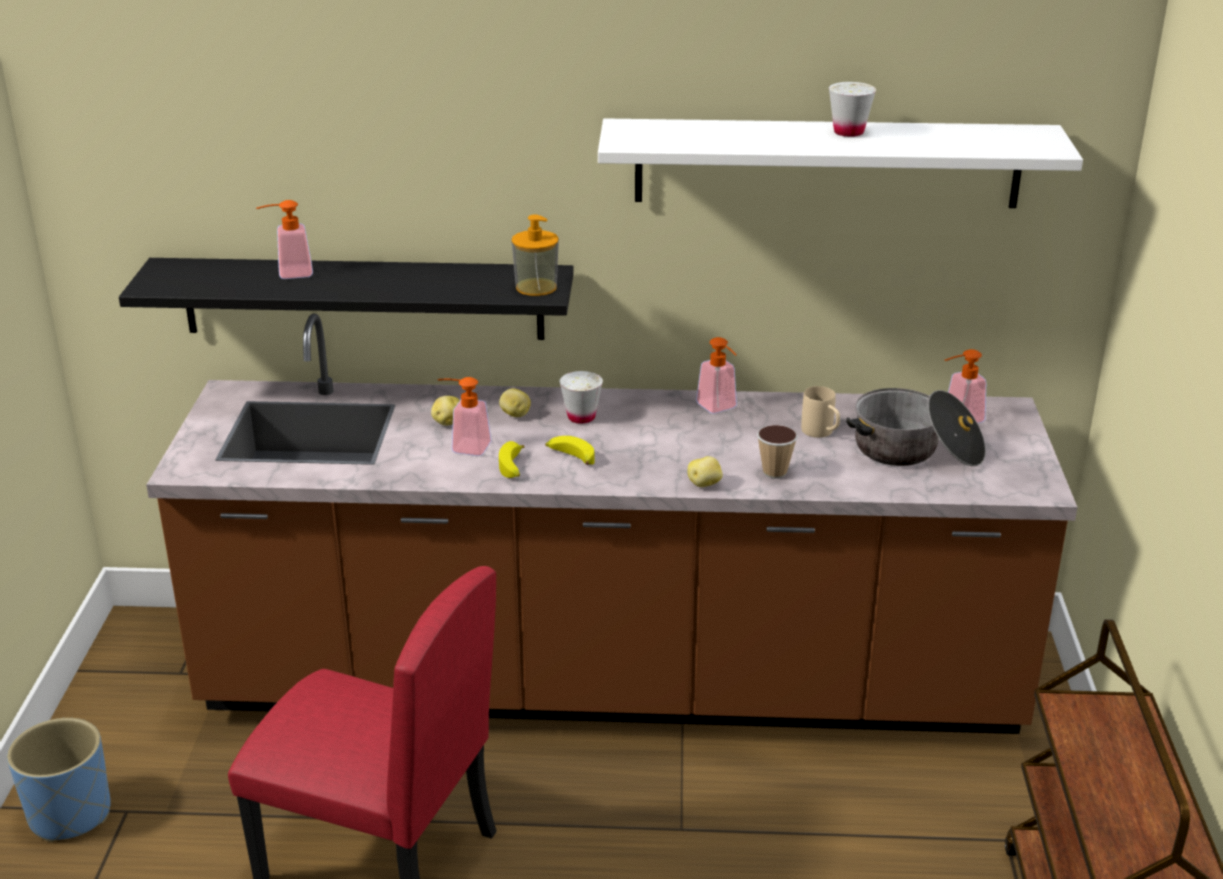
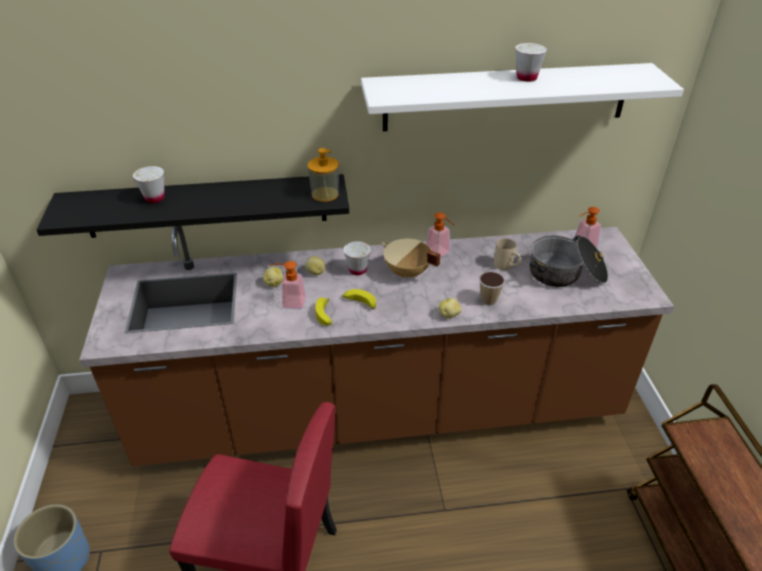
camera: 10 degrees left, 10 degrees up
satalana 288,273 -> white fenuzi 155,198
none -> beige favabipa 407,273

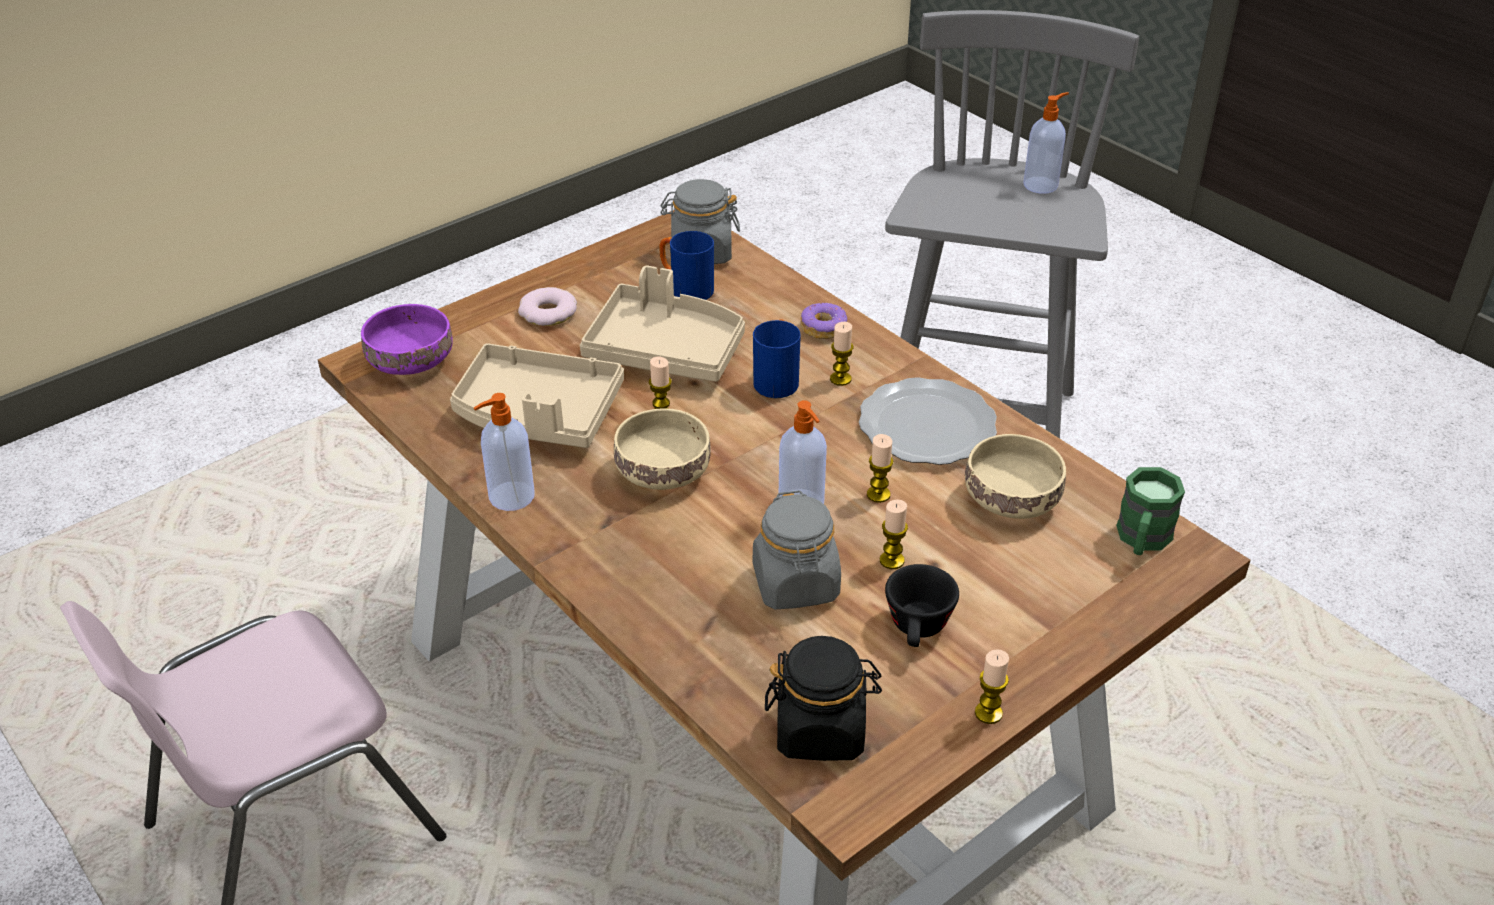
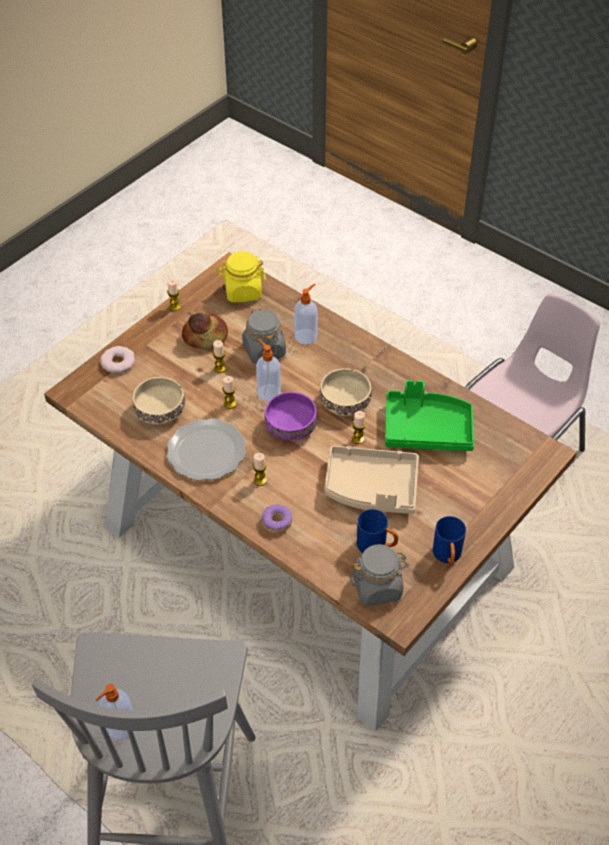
camera: 170 degrees right, 10 degrees up
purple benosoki 411,359 -> purple benosoki 291,427, shifted
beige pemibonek 538,414 -> green pemibonek 427,429
satalana 510,497 -> satalana 306,336, shifted
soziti 548,313 -> soziti 118,362, shifted
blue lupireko 777,379 -> blue lupireko 447,557, shifted
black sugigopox 821,730 -> yellow sugigopox 243,291
black fenuzi 918,630 -> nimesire 205,337
green lupireko 1142,540 -> none

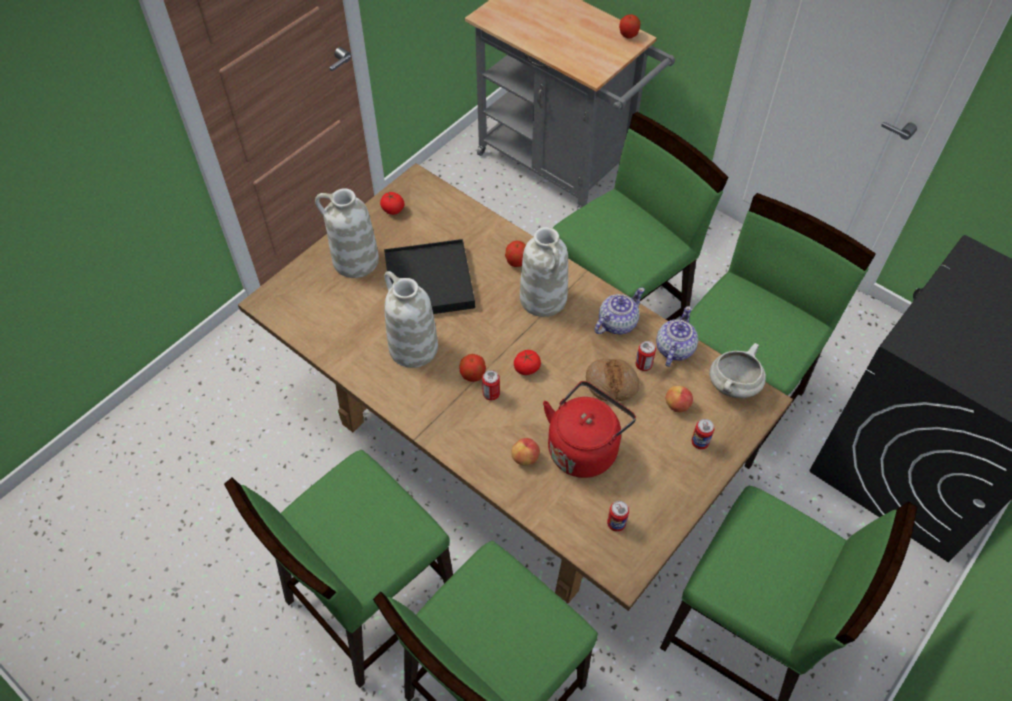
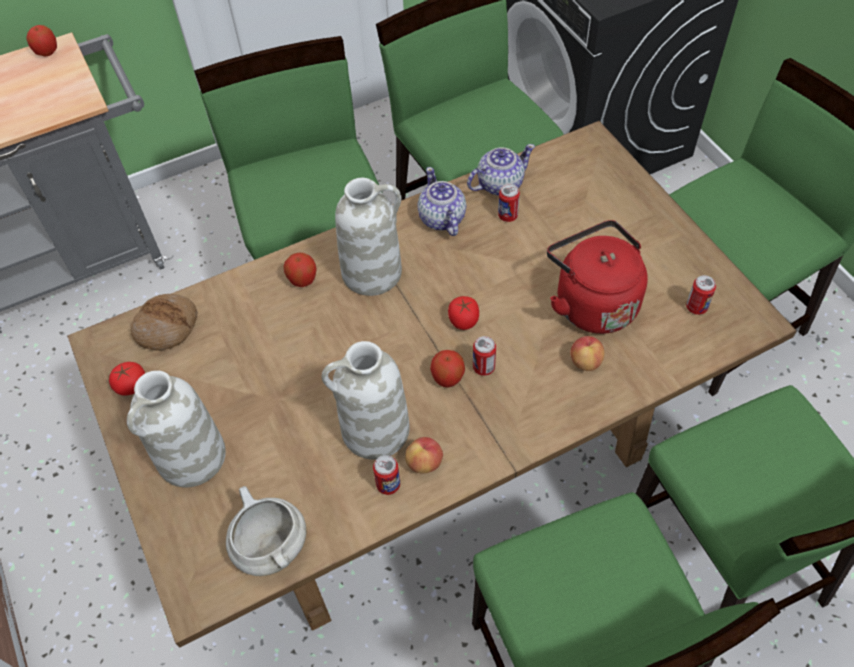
camera: 65 degrees left, 0 degrees up
black pemibonek 429,282 -> none
nimesire 611,383 -> nimesire 167,327, shifted
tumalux 674,349 -> tumalux 499,184, 105 degrees clockwise
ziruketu 677,405 -> ziruketu 424,463, shifted
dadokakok 700,442 -> dadokakok 388,485, shifted
white favabipa 733,385 -> white favabipa 269,546, shifted

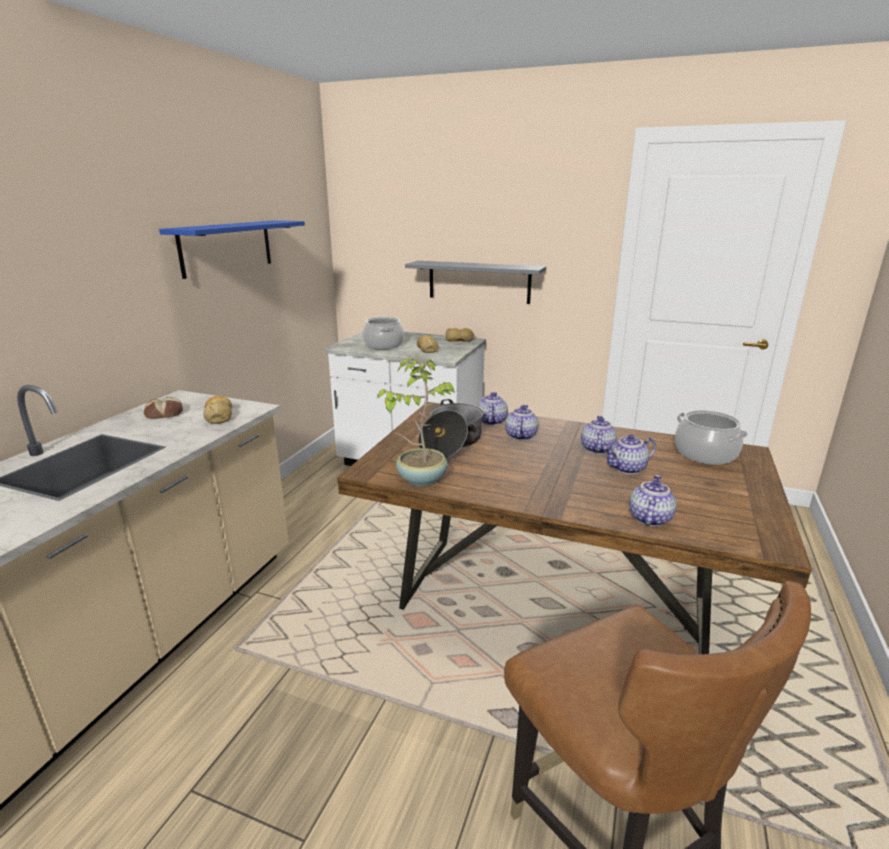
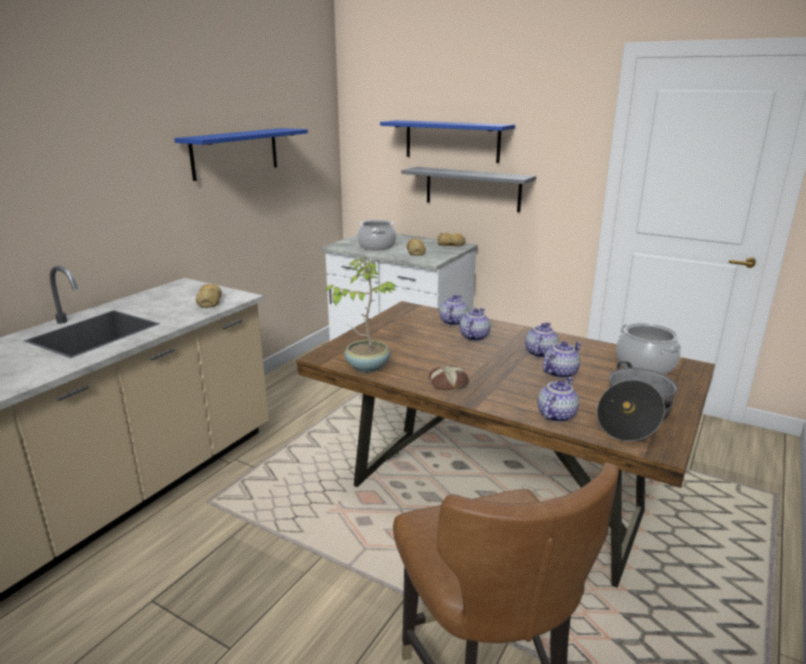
camera: 10 degrees right, 0 degrees up
nimesire 164,413 -> nimesire 448,382, shifted
favabipa 451,443 -> favabipa 633,418, shifted
tumalux 627,469 -> tumalux 560,373, 150 degrees clockwise
none -> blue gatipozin 452,141

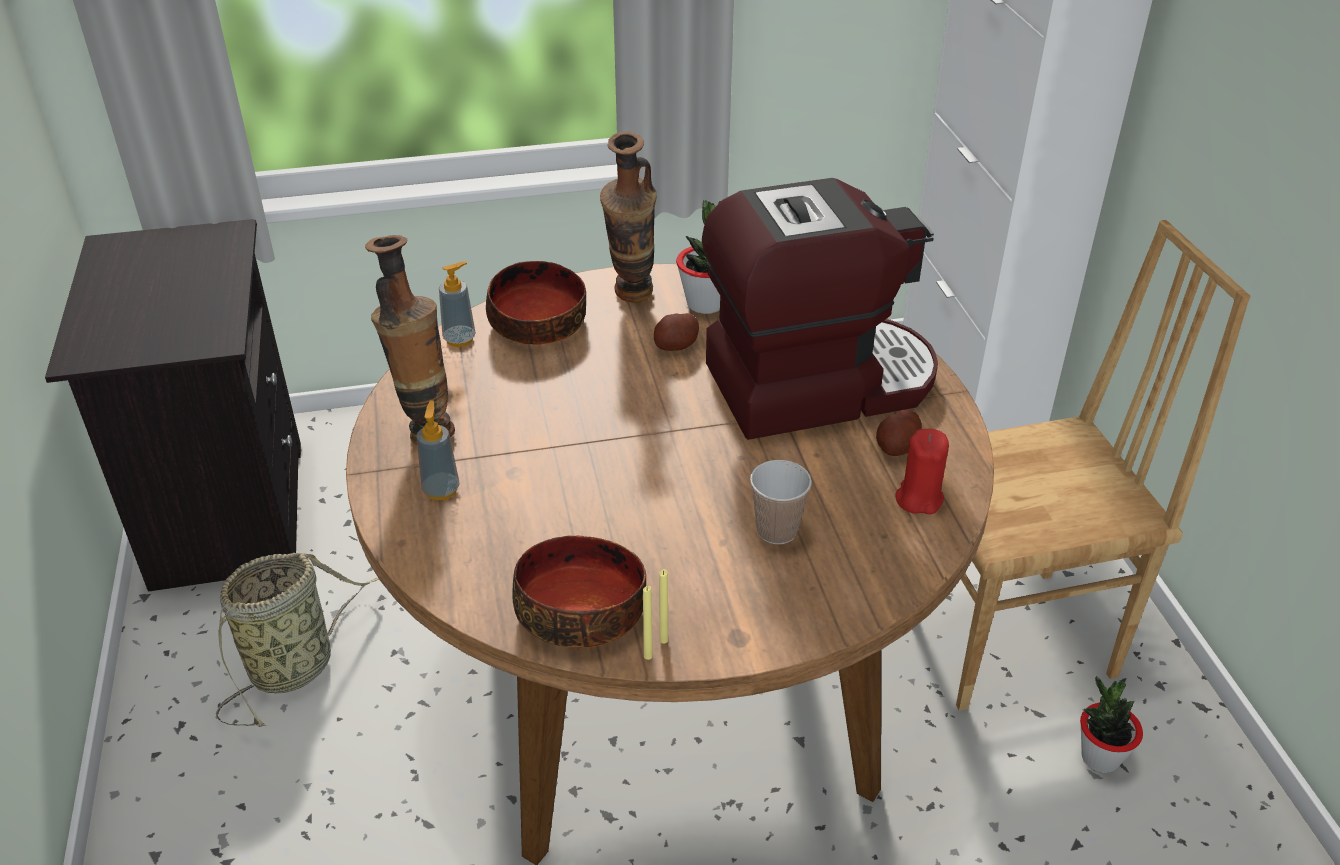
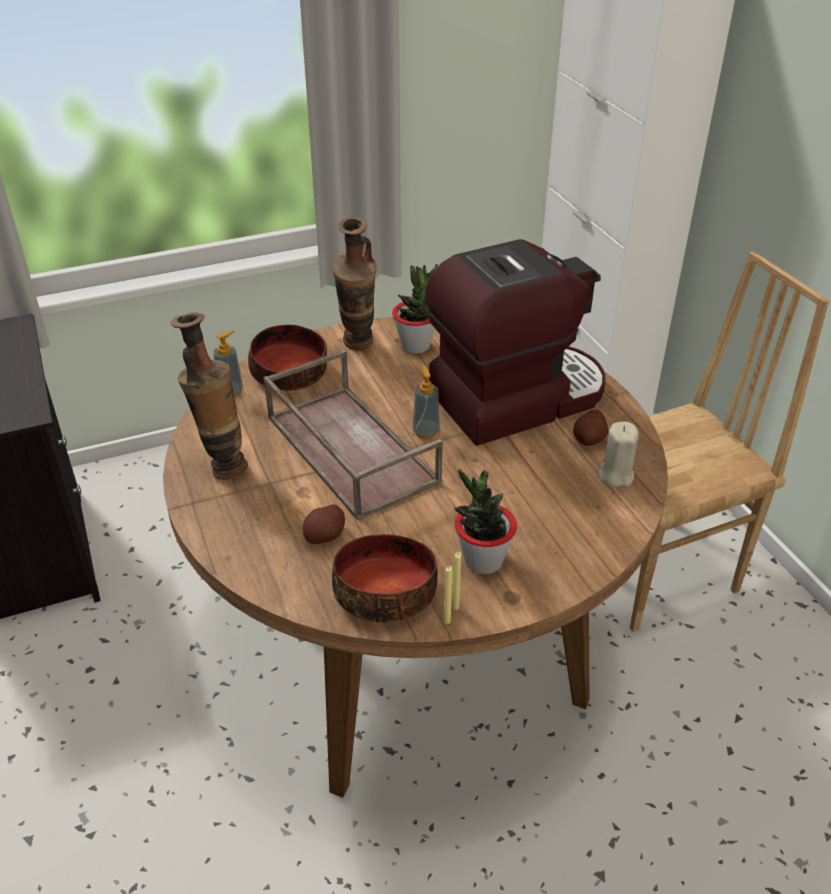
camera: 10 degrees left, 0 degrees up
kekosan 296,665 -> none
satalana 441,490 -> satalana 426,432, shifted
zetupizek 676,346 -> zetupizek 325,536, shifted
fenuzi 777,531 -> none
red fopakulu 918,498 -> beige fopakulu 615,475
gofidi 1099,758 -> gofidi 482,561, shifted
none -> brown pemibonek 348,449

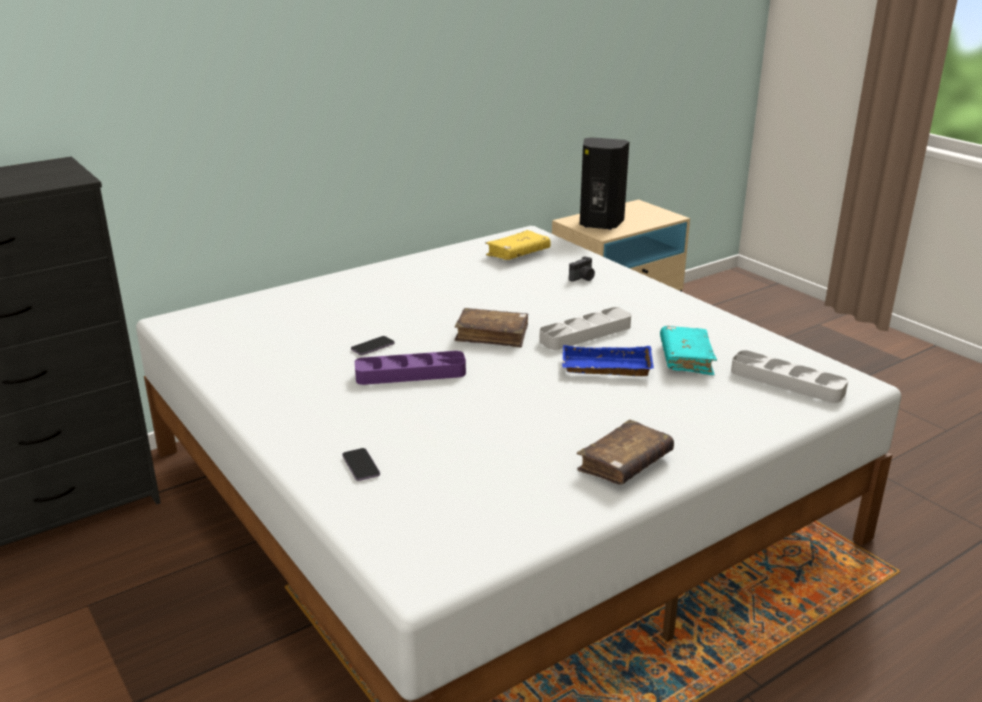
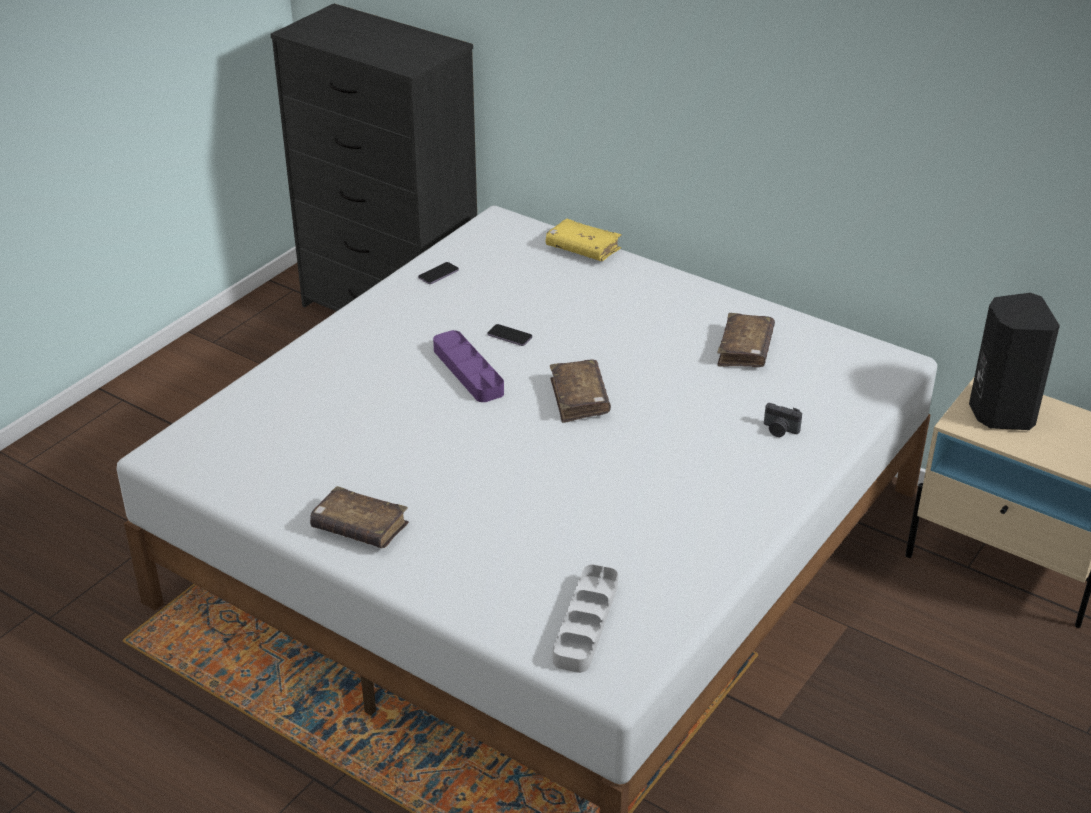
camera: 70 degrees right, 10 degrees up
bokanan 361,466 -> bokanan 438,274, shifted
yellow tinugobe 518,254 -> yellow tinugobe 583,249, shifted
grey pemibonek 585,334 -> none
blue pemibonek 605,368 -> none
turquoise tinugobe 686,359 -> none
none -> brown tinugobe 745,349

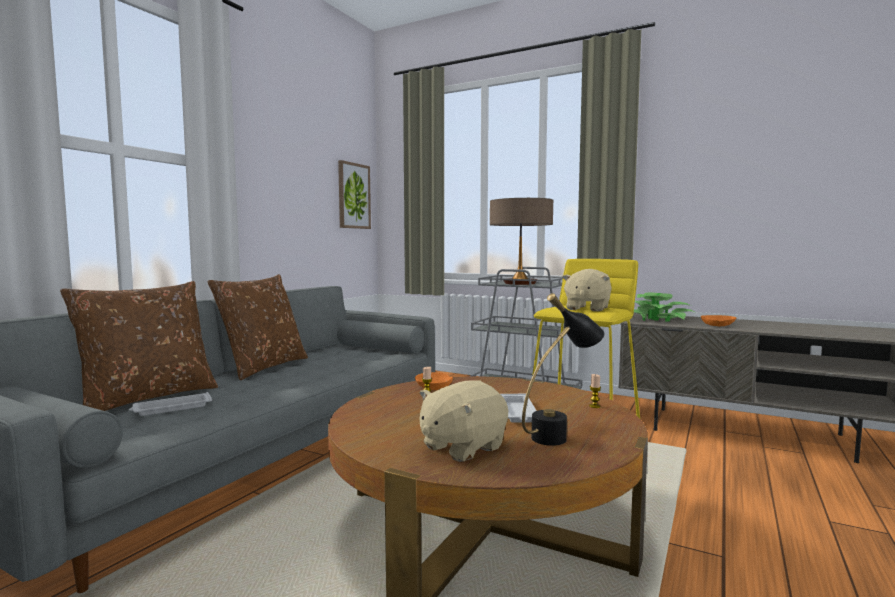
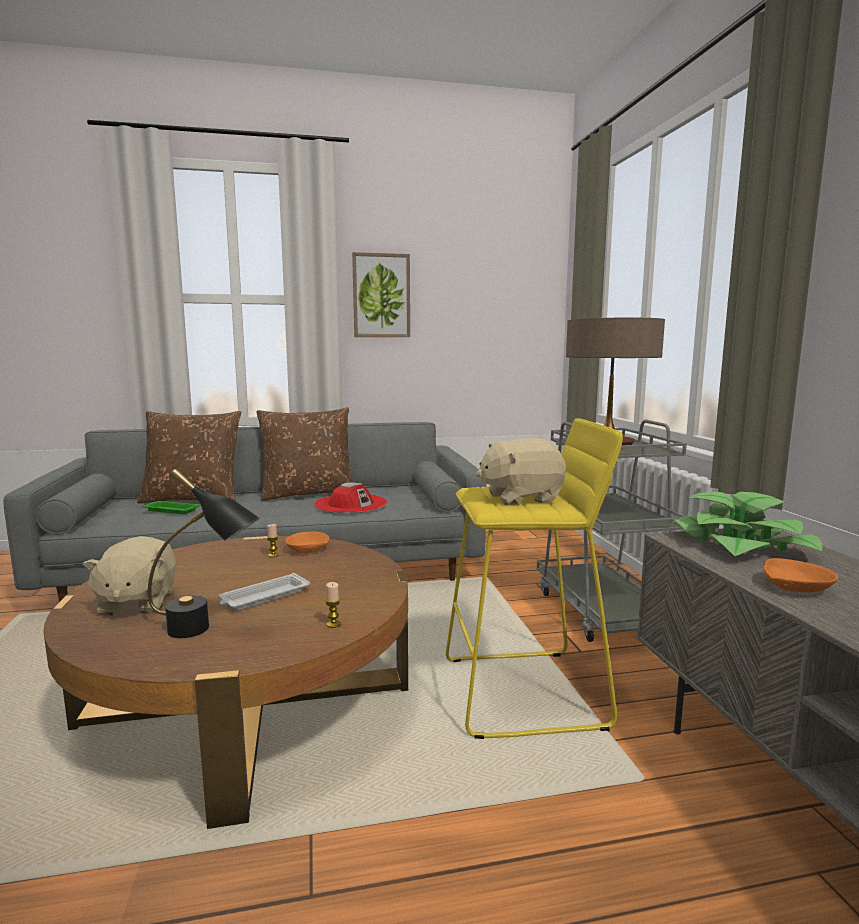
camera: 50 degrees right, 5 degrees up
white pemibonek 171,408 -> green pemibonek 171,510
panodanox 353,196 -> panodanox 381,296, shifted
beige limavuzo 462,447 -> beige limavuzo 137,603, 105 degrees counterclockwise
none -> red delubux 350,504

